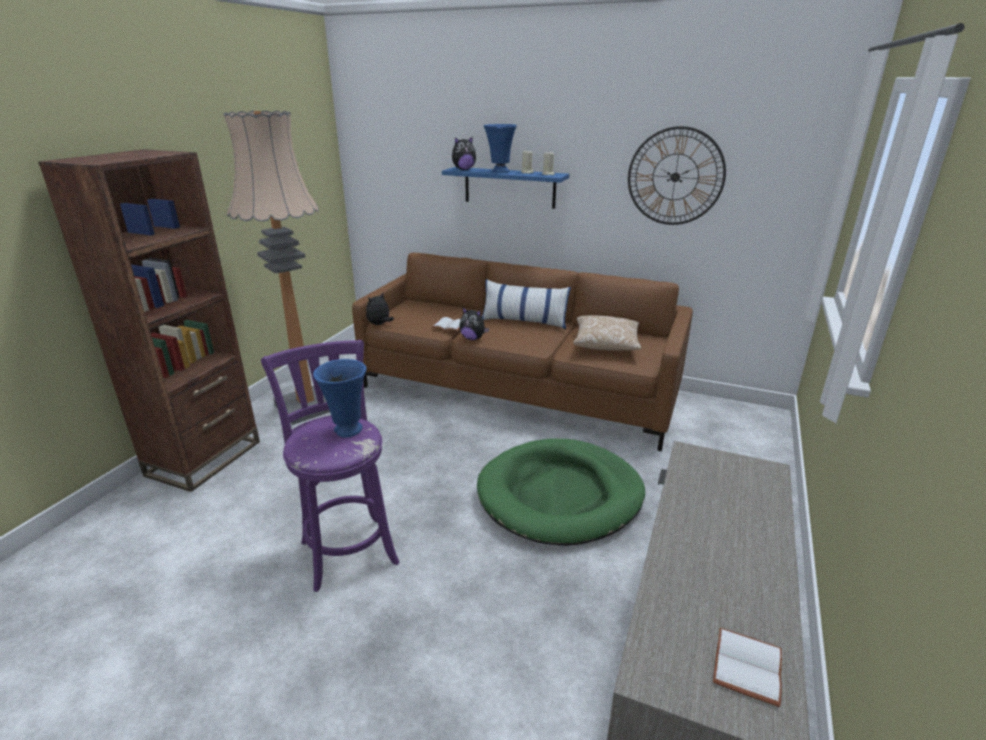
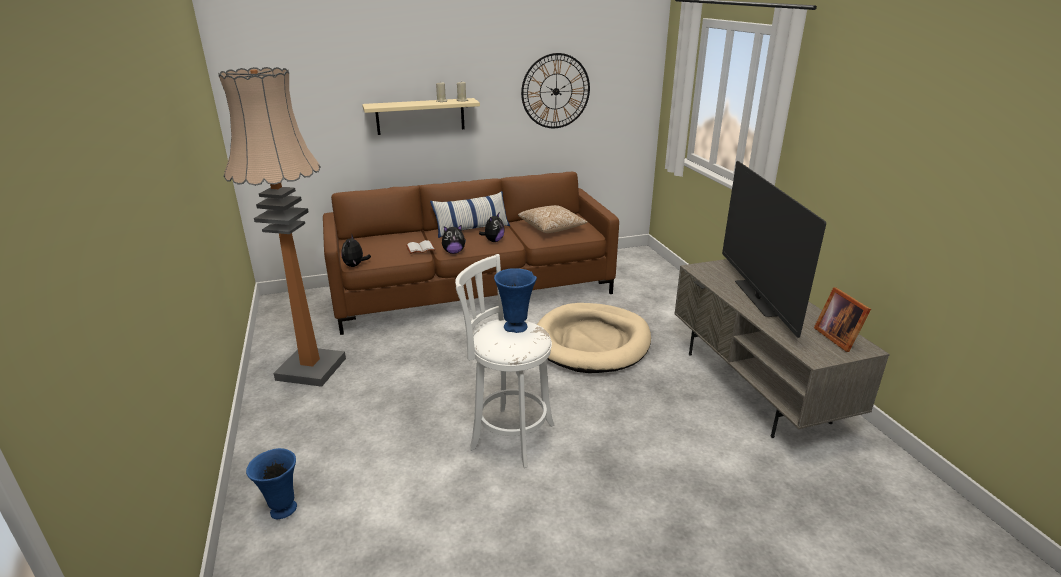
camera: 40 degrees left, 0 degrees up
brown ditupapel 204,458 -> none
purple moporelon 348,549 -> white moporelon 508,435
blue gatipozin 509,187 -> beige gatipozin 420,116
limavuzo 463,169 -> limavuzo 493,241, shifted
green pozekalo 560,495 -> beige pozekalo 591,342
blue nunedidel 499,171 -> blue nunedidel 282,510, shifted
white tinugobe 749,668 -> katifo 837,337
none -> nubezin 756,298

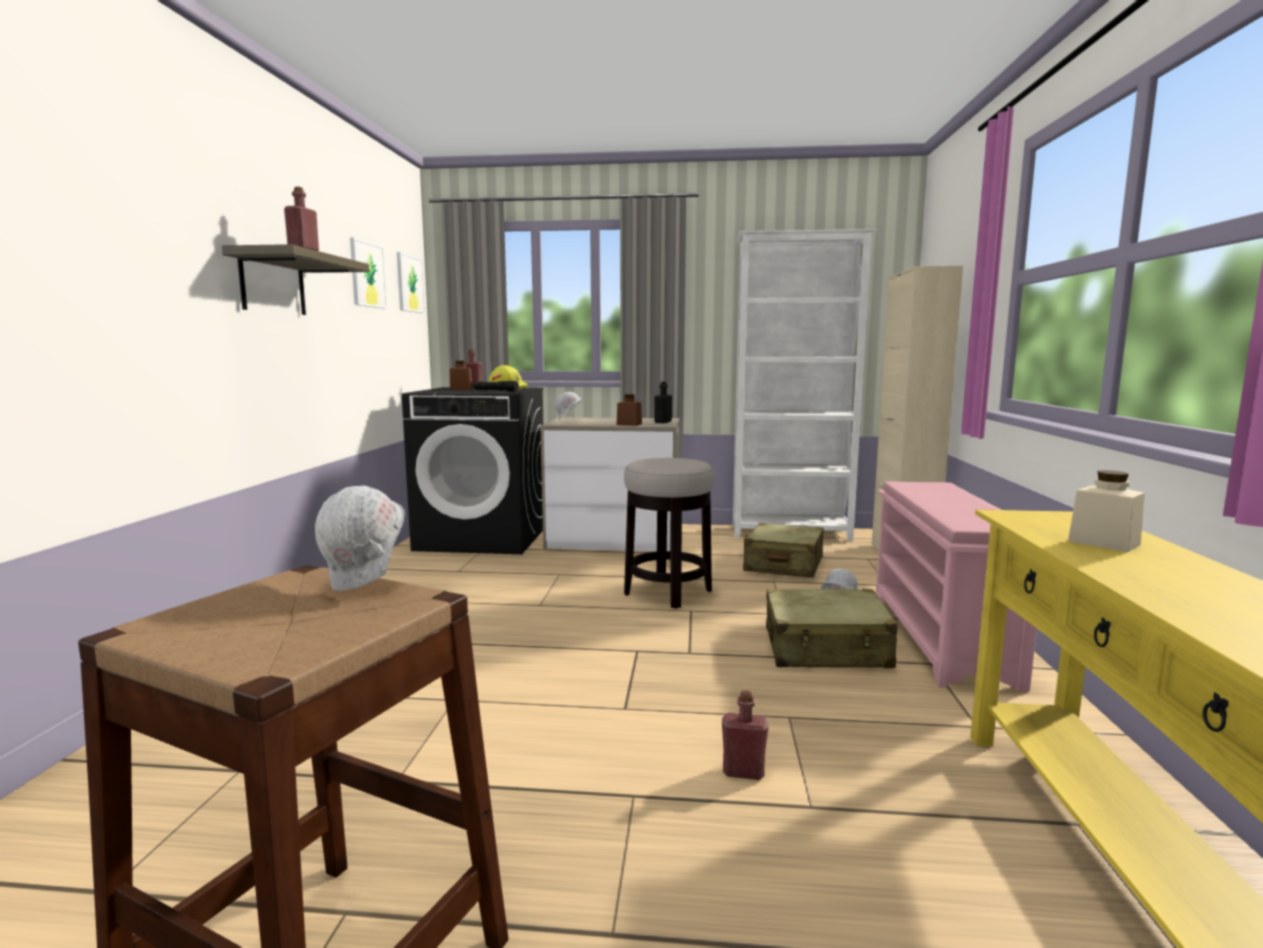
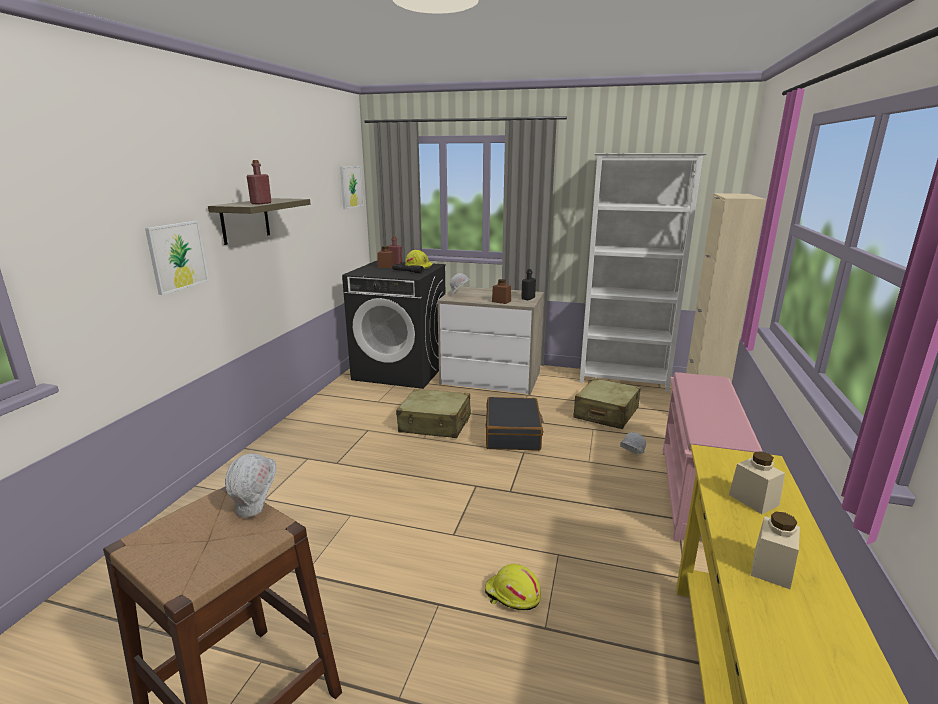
camera: 10 degrees right, 10 degrees up
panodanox 367,274 -> panodanox 177,256, shifted
moporelon 667,592 -> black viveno 513,433
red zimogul 743,772 -> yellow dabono 512,595
beige viveno 826,649 -> beige viveno 435,424, shifted
none -> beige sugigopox 771,568

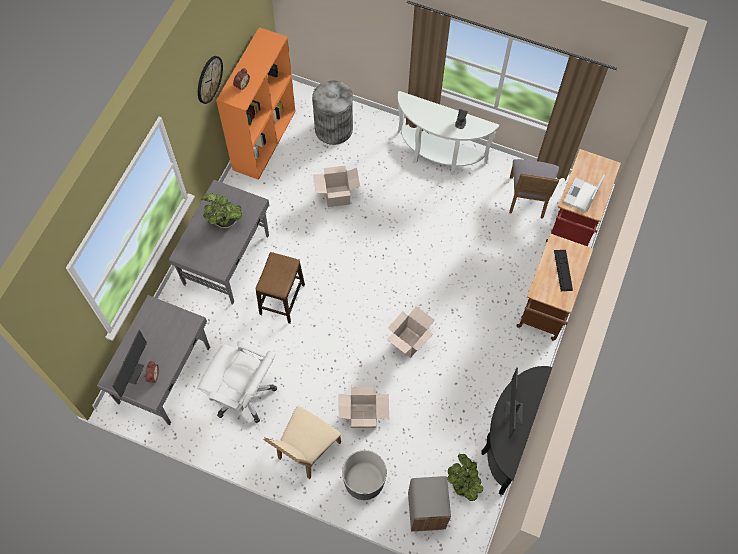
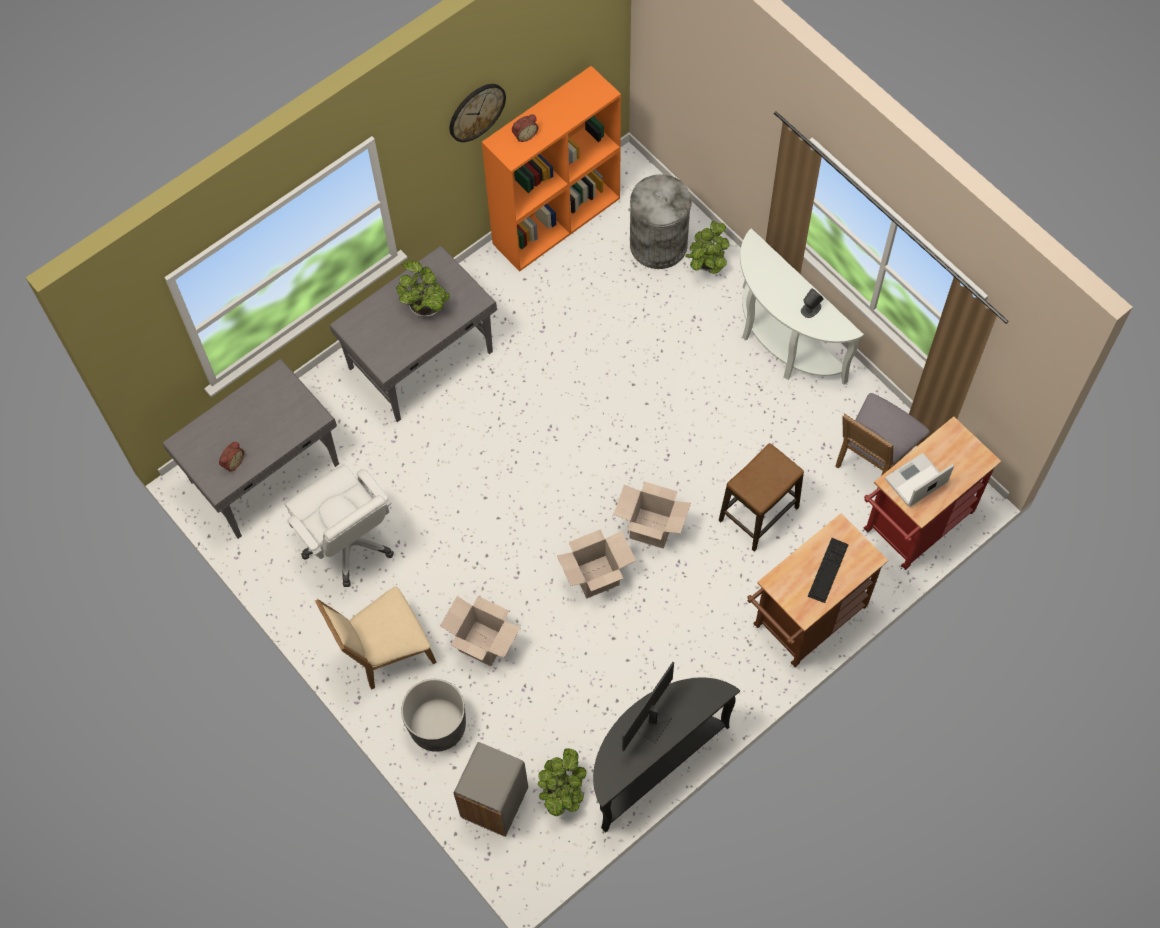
camera: 30 degrees right, 0 degrees up
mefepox 133,372 -> none
moporelon 282,299 -> moporelon 758,514, shifted
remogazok 337,196 -> remogazok 651,528, shifted
none -> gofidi 706,265

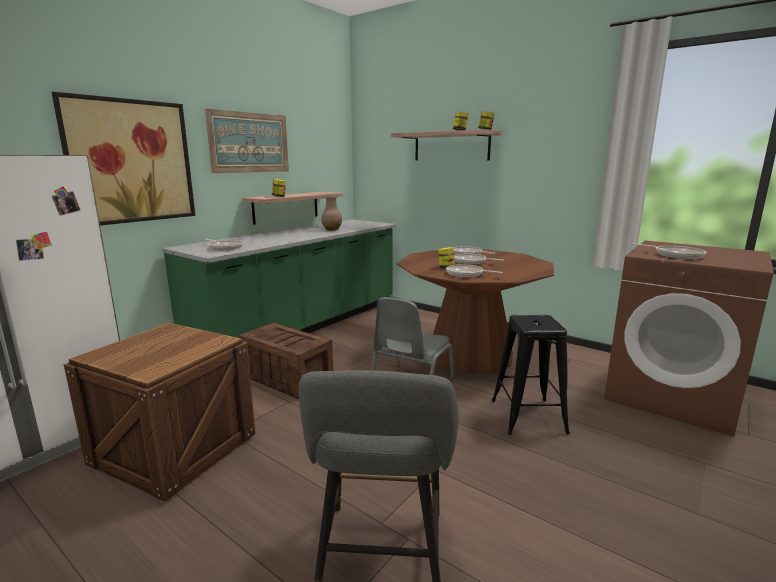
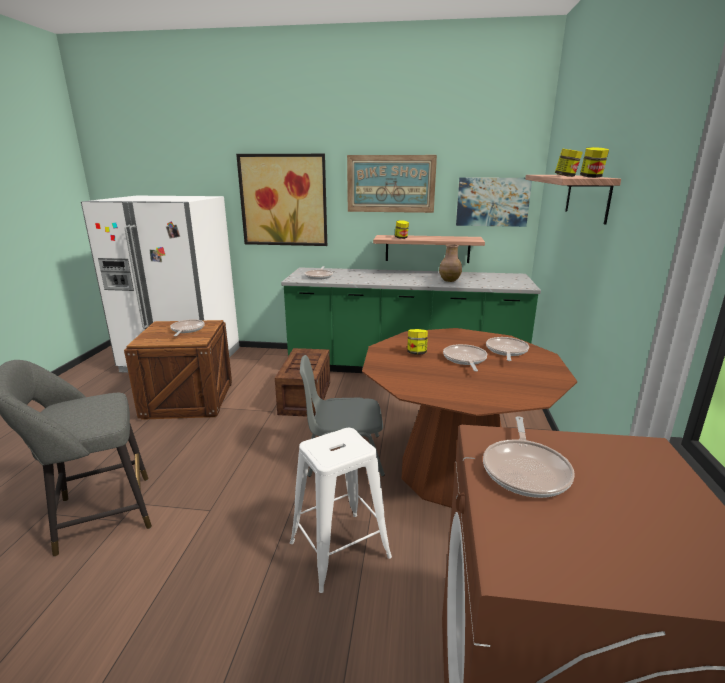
camera: 60 degrees right, 5 degrees up
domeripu 466,274 -> domeripu 187,330, shifted
black moporelon 527,416 -> white moporelon 340,549
none -> panodanox 492,202

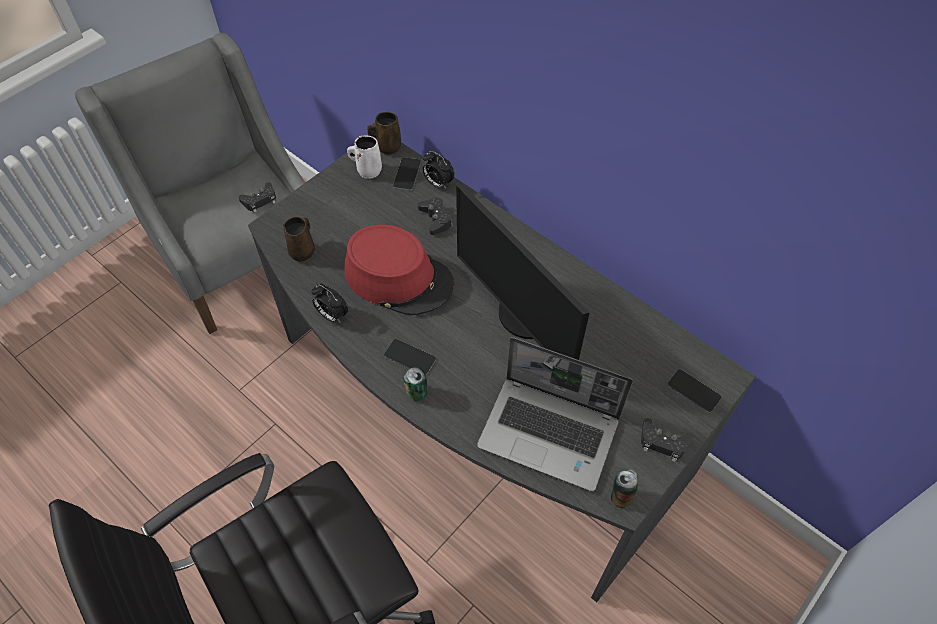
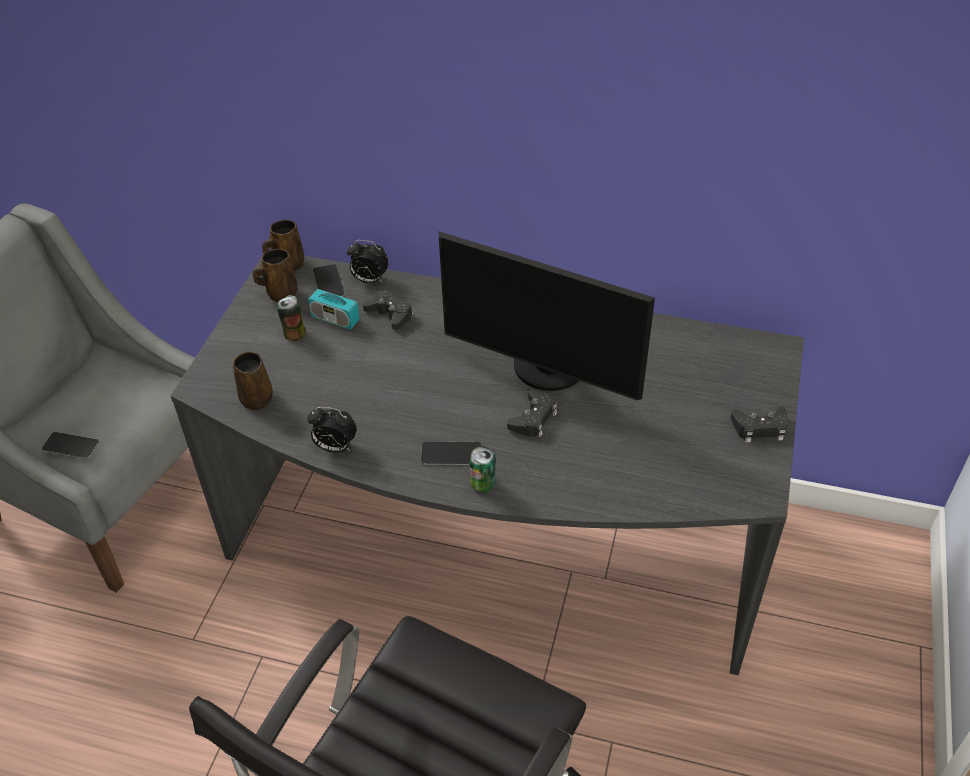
camera: 25 degrees left, 10 degrees down
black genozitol 260,200 -> black genozitol 533,418, shifted
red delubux 399,278 -> none
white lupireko 368,170 -> brown lupireko 280,294
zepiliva 551,433 -> none
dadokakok 621,496 -> dadokakok 294,333, shifted
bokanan 694,391 -> bokanan 70,446, shifted
none -> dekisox 335,319

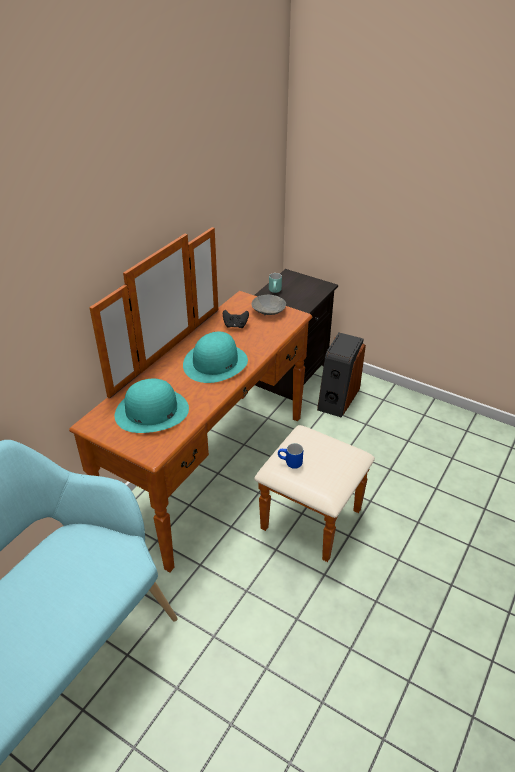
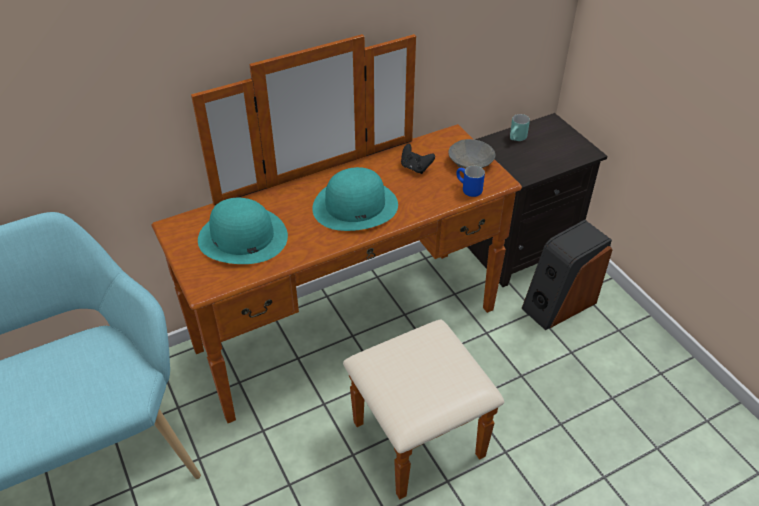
camera: 30 degrees right, 5 degrees up
blue lupireko 290,463 -> blue lupireko 467,190, shifted

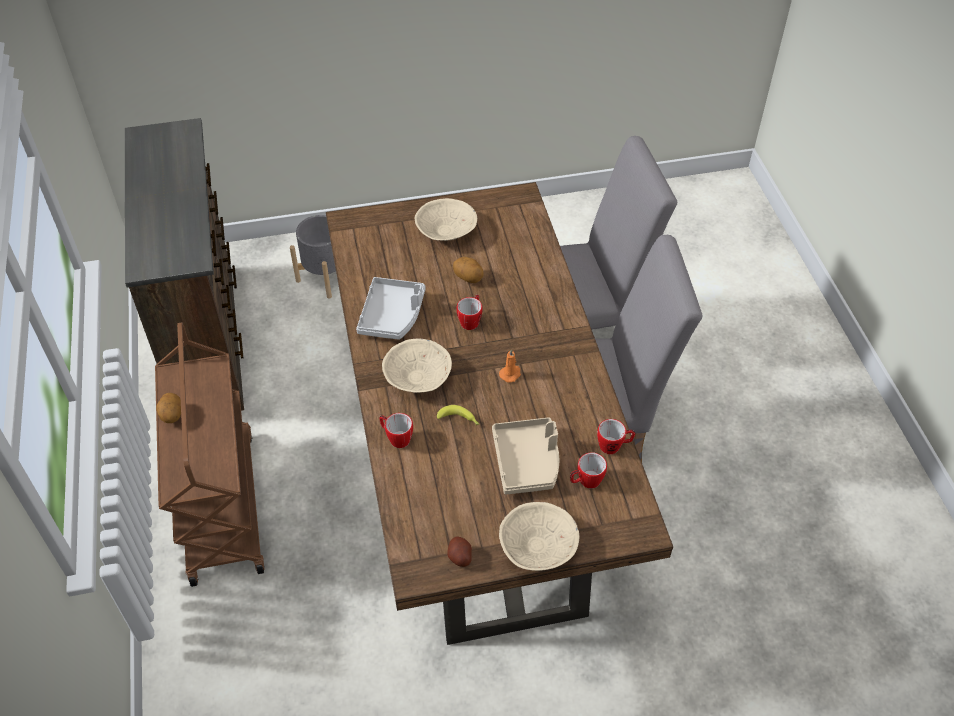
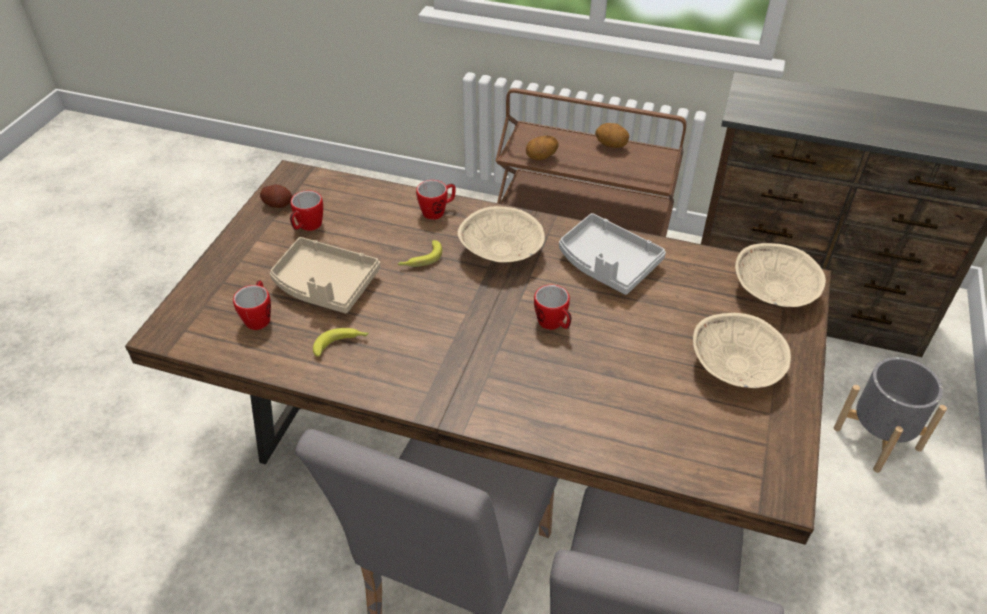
camera: 120 degrees right, 5 degrees down
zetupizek 468,278 -> zetupizek 541,158, shifted
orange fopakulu 510,374 -> none
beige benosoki 539,546 -> beige benosoki 774,292, shifted
lupireko 614,446 -> lupireko 307,227, shifted
none -> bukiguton 341,344

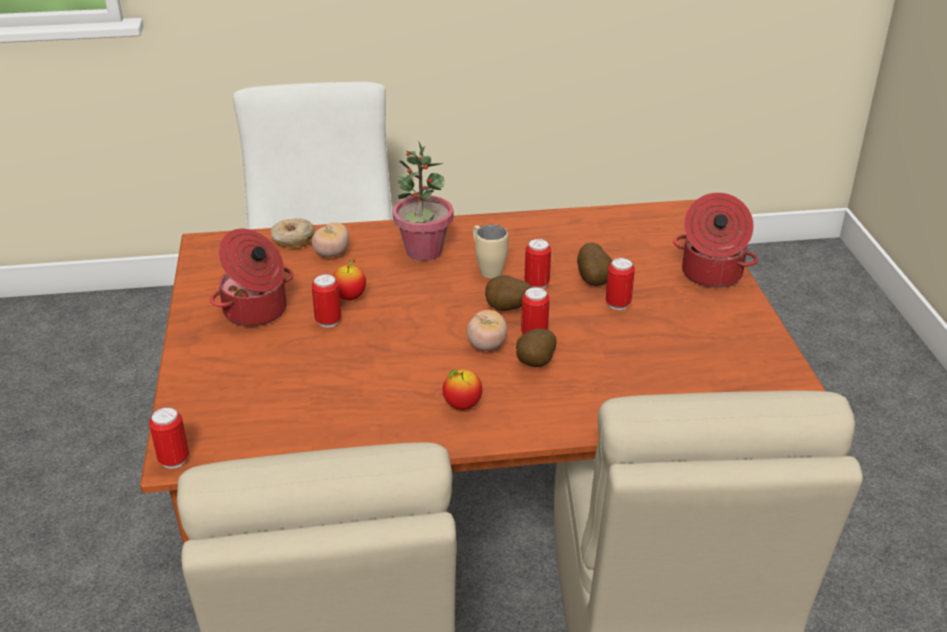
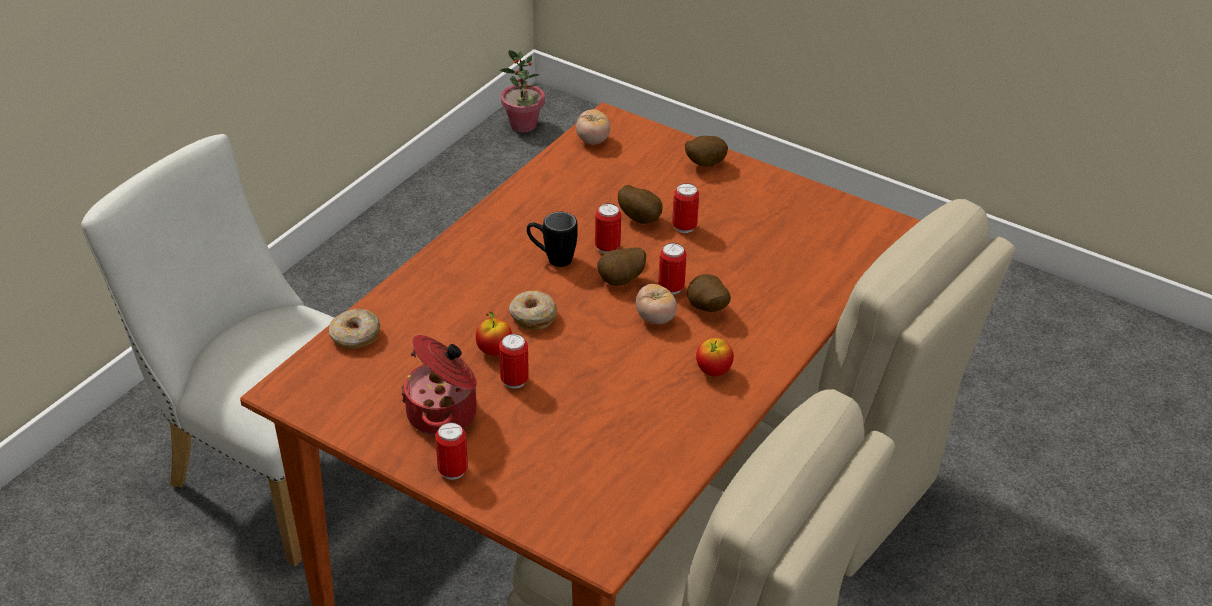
camera: 50 degrees left, 5 degrees up
dadokakok 174,460 -> dadokakok 453,471, shifted
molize 331,254 -> molize 593,140, shifted
gofidi 423,251 -> gofidi 523,125, shifted
beige lupireko 487,268 -> black lupireko 552,258
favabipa 711,274 -> zetupizek 703,164
none -> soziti 532,316

